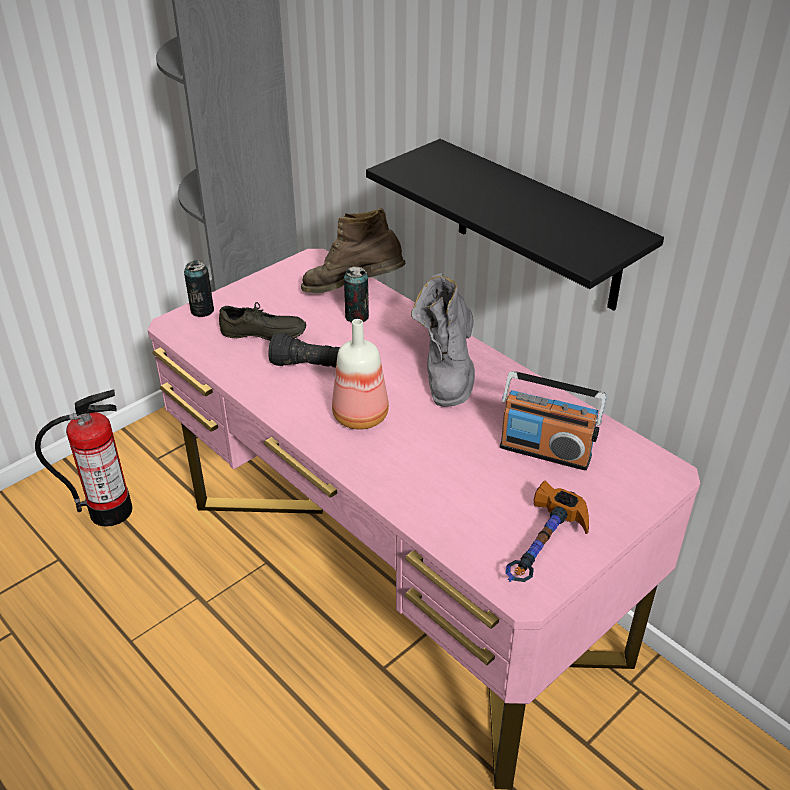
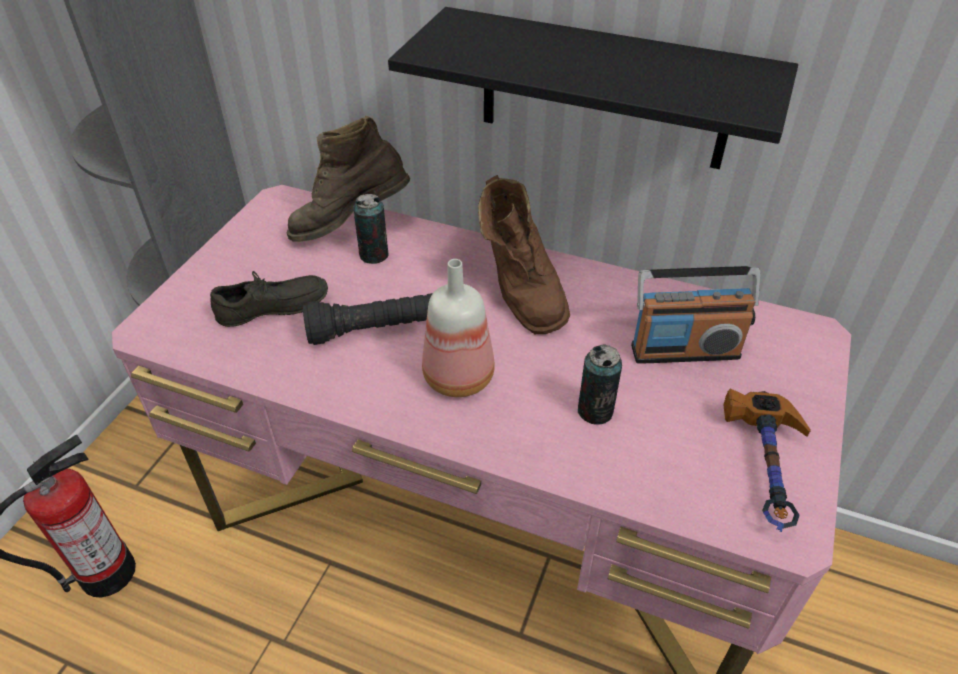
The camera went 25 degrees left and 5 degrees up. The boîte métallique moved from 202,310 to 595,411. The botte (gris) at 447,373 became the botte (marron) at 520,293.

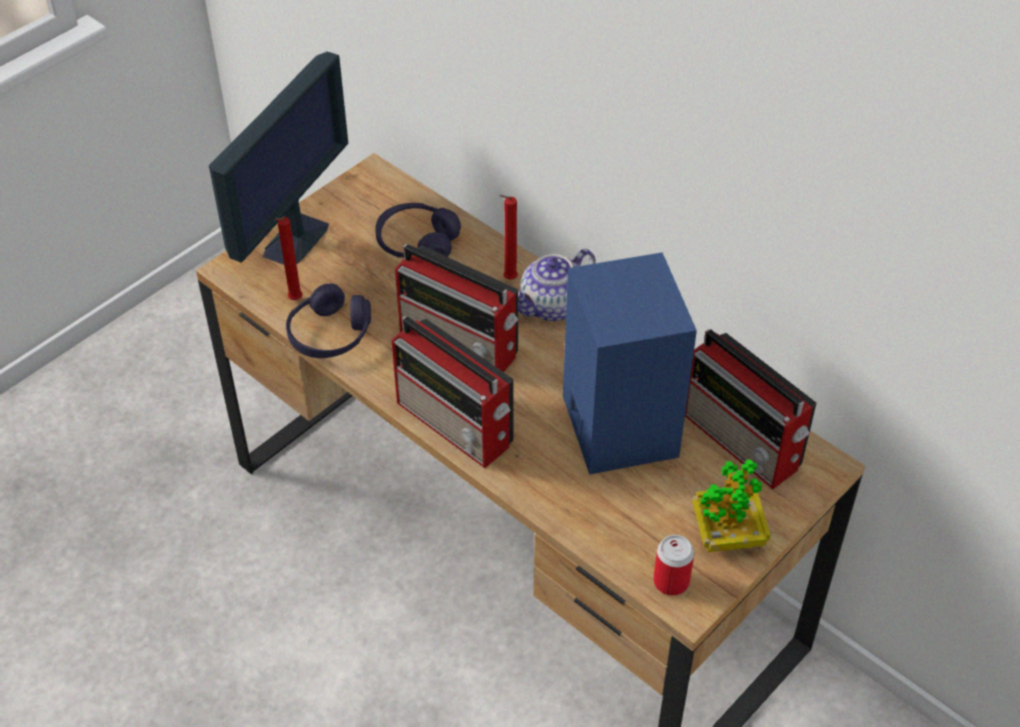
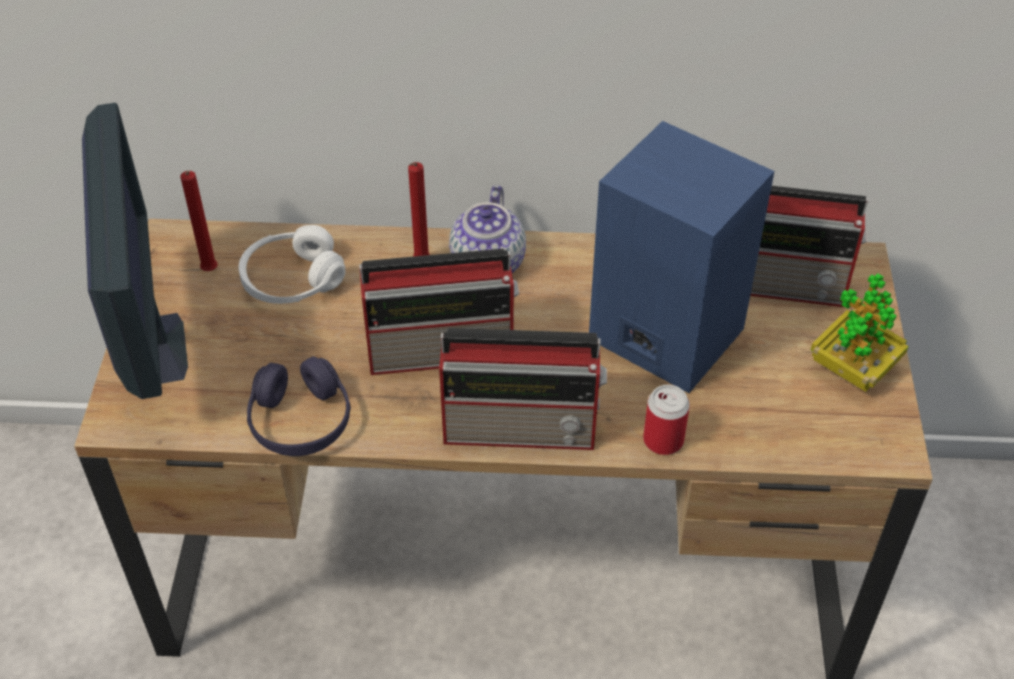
The camera went 40 degrees left and 0 degrees up. The bougie (rouge) moved from 294,301 to 209,272. The casque audio (violet) at 417,243 became the casque audio (blanc) at 292,280. The boîte métallique moved from 671,581 to 663,440.

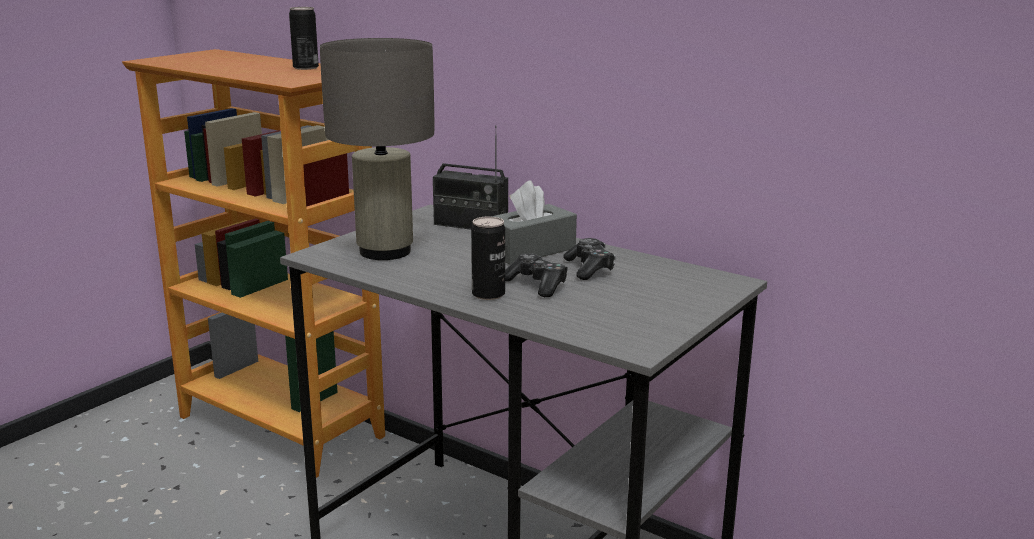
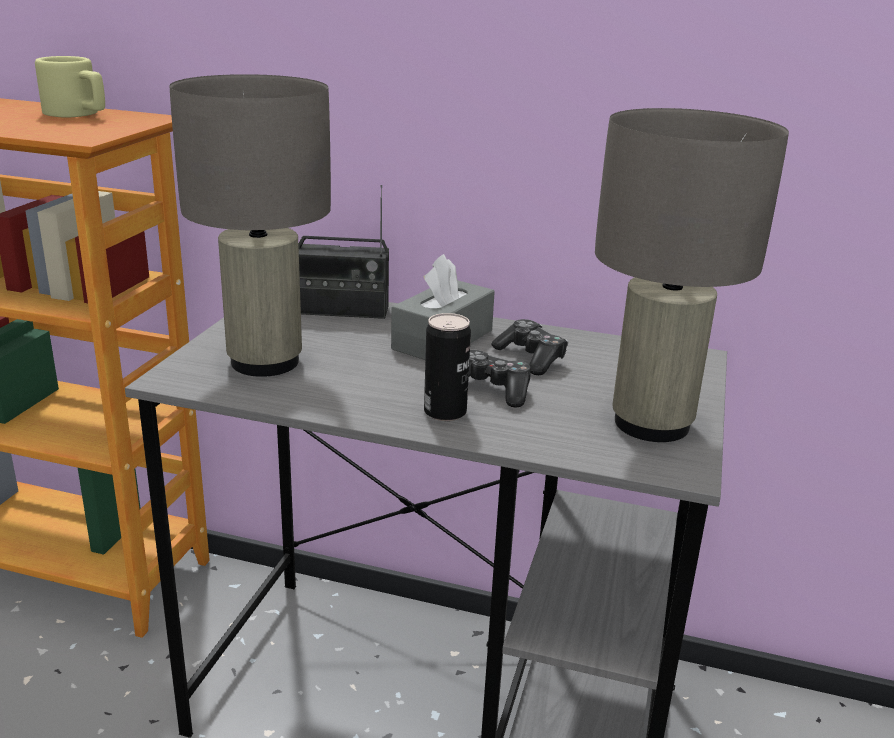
The camera went 20 degrees left and 5 degrees up. The boîte métallique at 305,68 was replaced by the mug (beige) at 78,114. The lampe de table (gris) at 653,424 appeared.

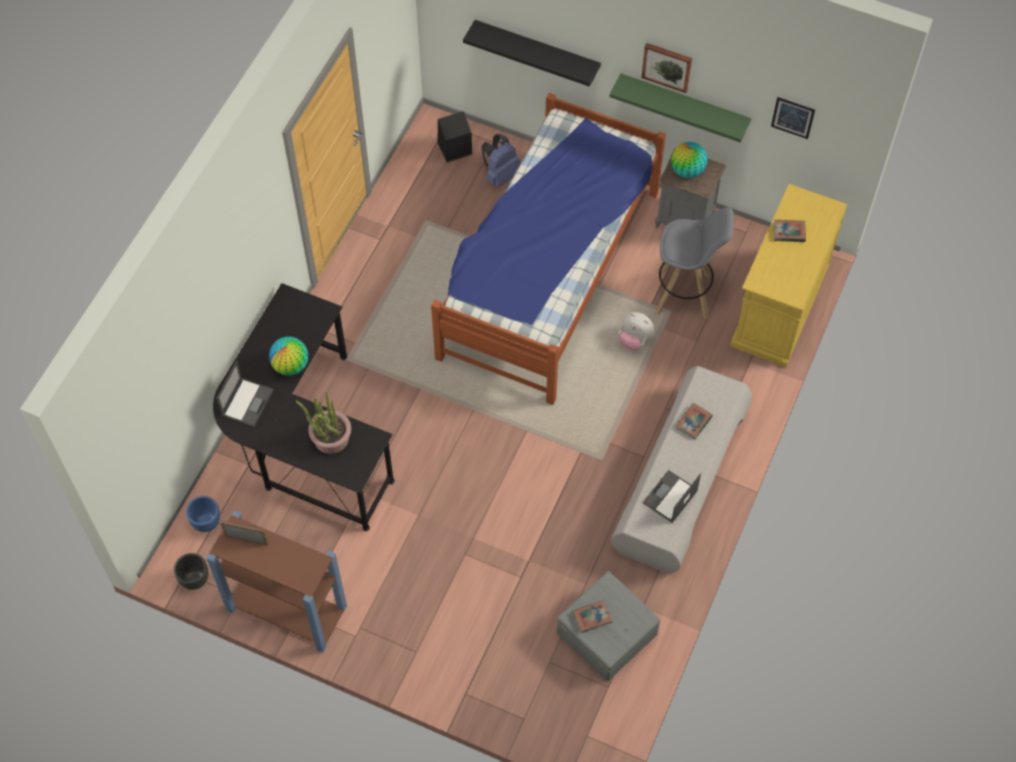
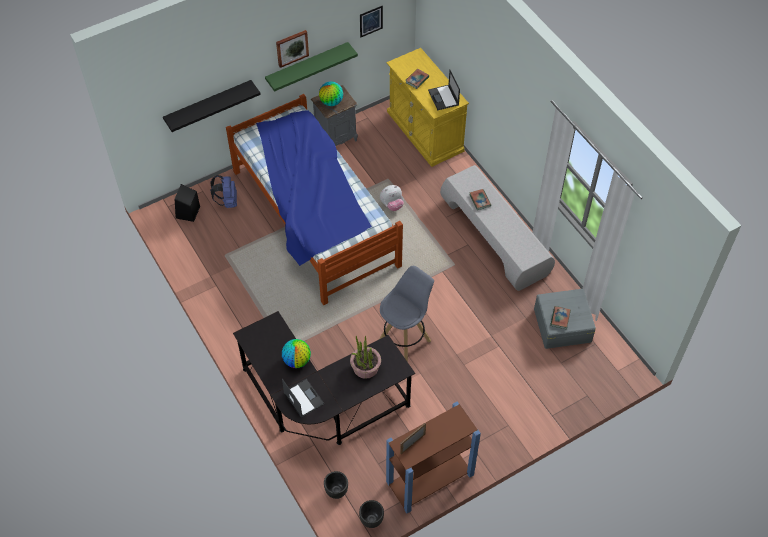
The camera went 55 degrees left and 5 degrees down. The cache-pot (bleu) at 206,522 became the cache-pot (noir) at 336,491. The ordinateur portable moved from 670,497 to 443,98. The tabouret (gris) moved from 685,295 to 405,341.

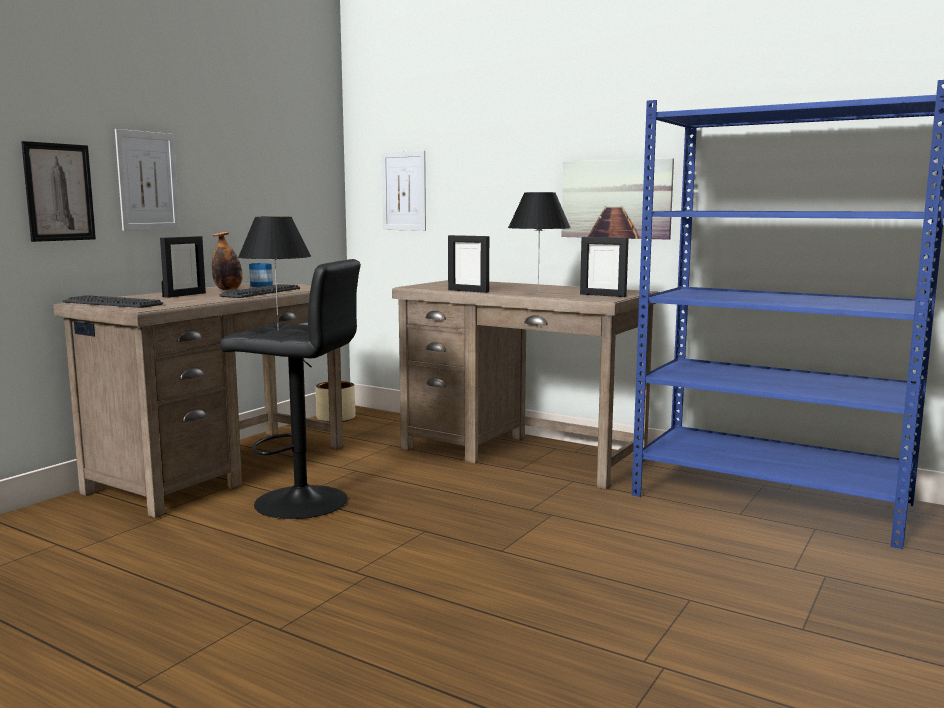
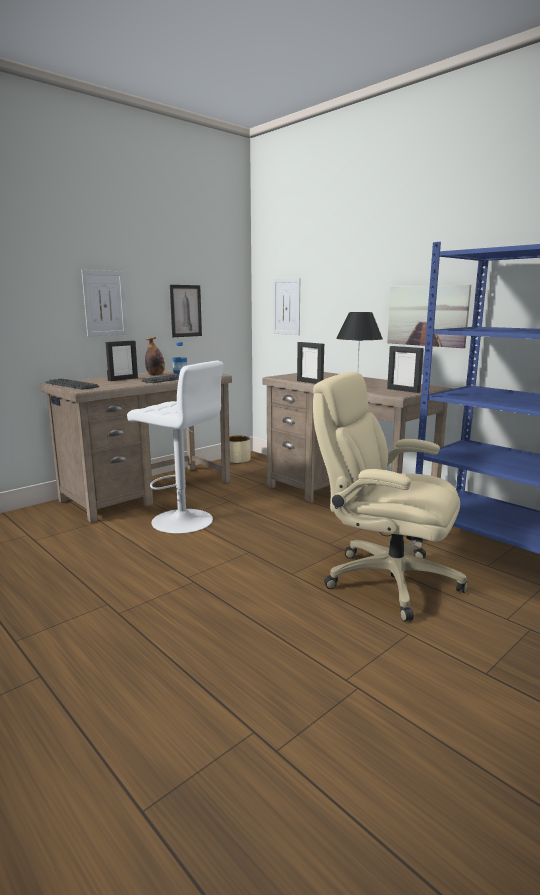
The camera went 15 degrees right and 5 degrees up. The tableau moved from 59,192 to 185,311. The tabouret (noir) at 302,502 became the tabouret (blanc) at 182,521. The lampe de table (noir) at 277,330 disappeared. The chaise de bureau (beige) at 383,578 appeared.

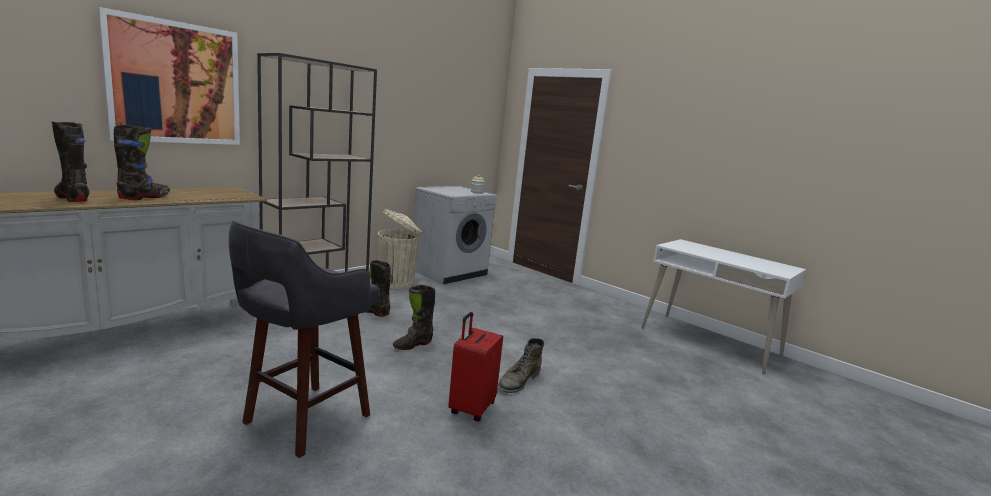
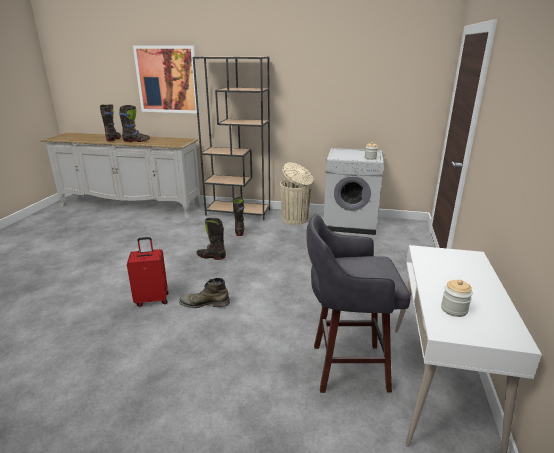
The camera went 60 degrees right and 10 degrees up. The tabouret (gris) moved from 303,421 to 345,367. The bocal at 454,309 appeared.

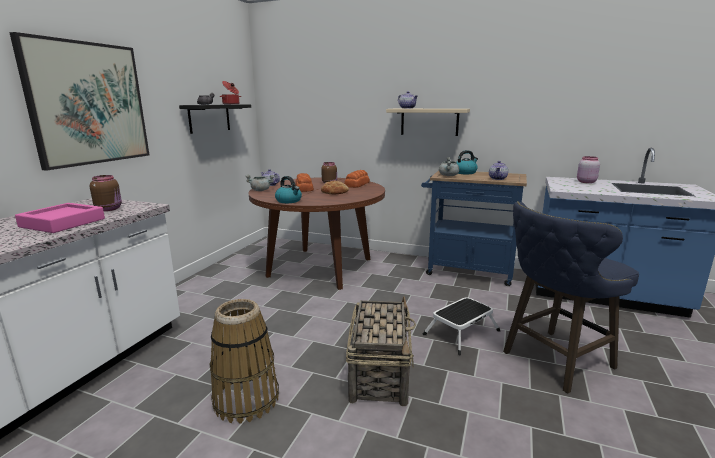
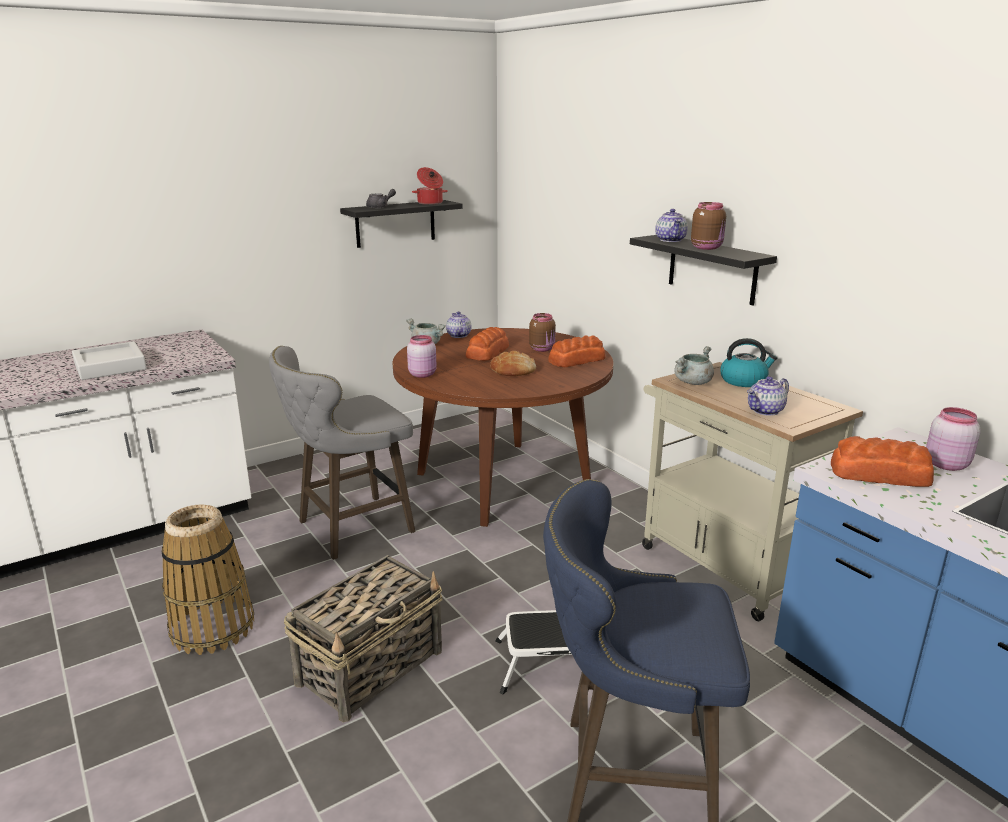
The camera went 35 degrees right and 5 degrees up. The tableau at 88,104 disappeared. The plateau (rose) at 63,223 became the plateau (gris) at 110,366. The bocal (marron) moved from 109,209 to 707,247. The bouilloire at 289,201 was replaced by the bocal (rose) at 423,374. The étagère (beige) at 429,122 became the étagère (noir) at 712,269. The chariot (bleu) at 467,271 became the chariot (beige) at 722,565. The tabouret (gris) at 350,528 appeared. The pain at 880,475 appeared.

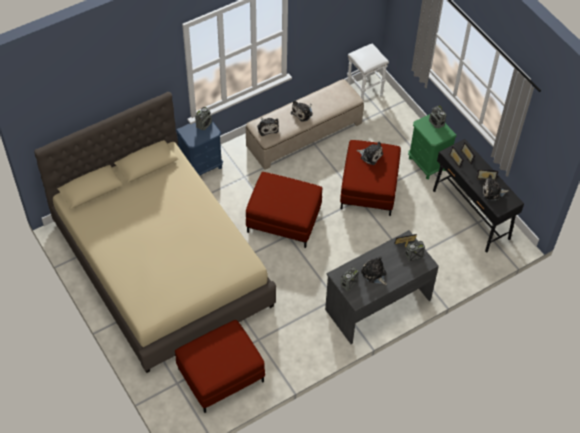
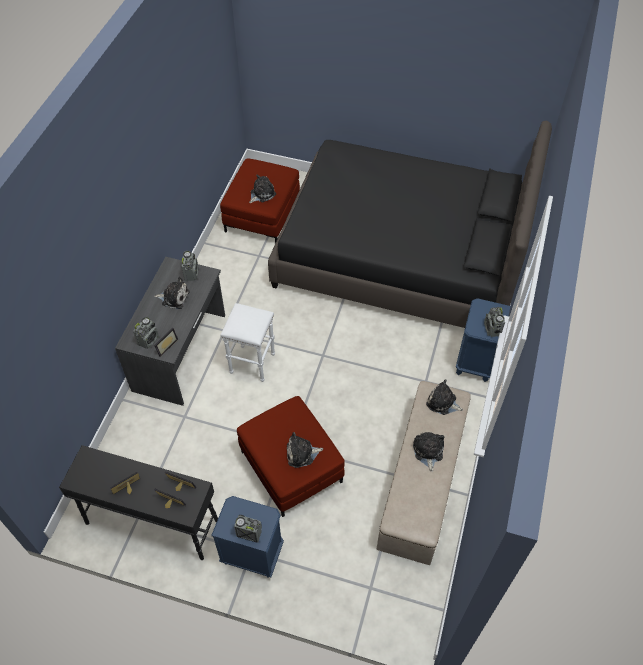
The camera went 140 degrees right and 0 degrees up. The lit (beige) at 162,263 became the lit (noir) at 400,256. The pouf (rouge) at 284,220 disappeared. The tabouret (blanc) moved from 364,91 to 253,364. The table de chevet (vert) at 427,163 became the table de chevet (bleu) at 252,554. The peluche moved from 493,192 to 261,194.

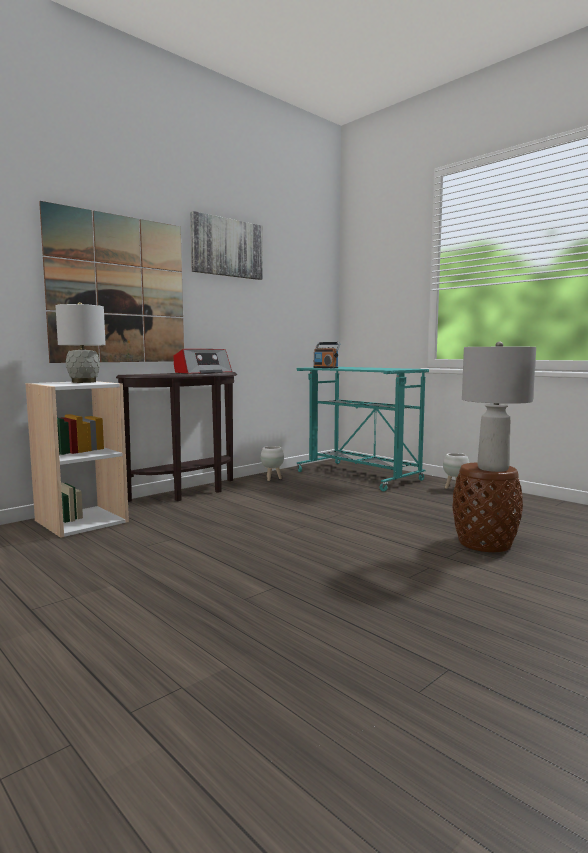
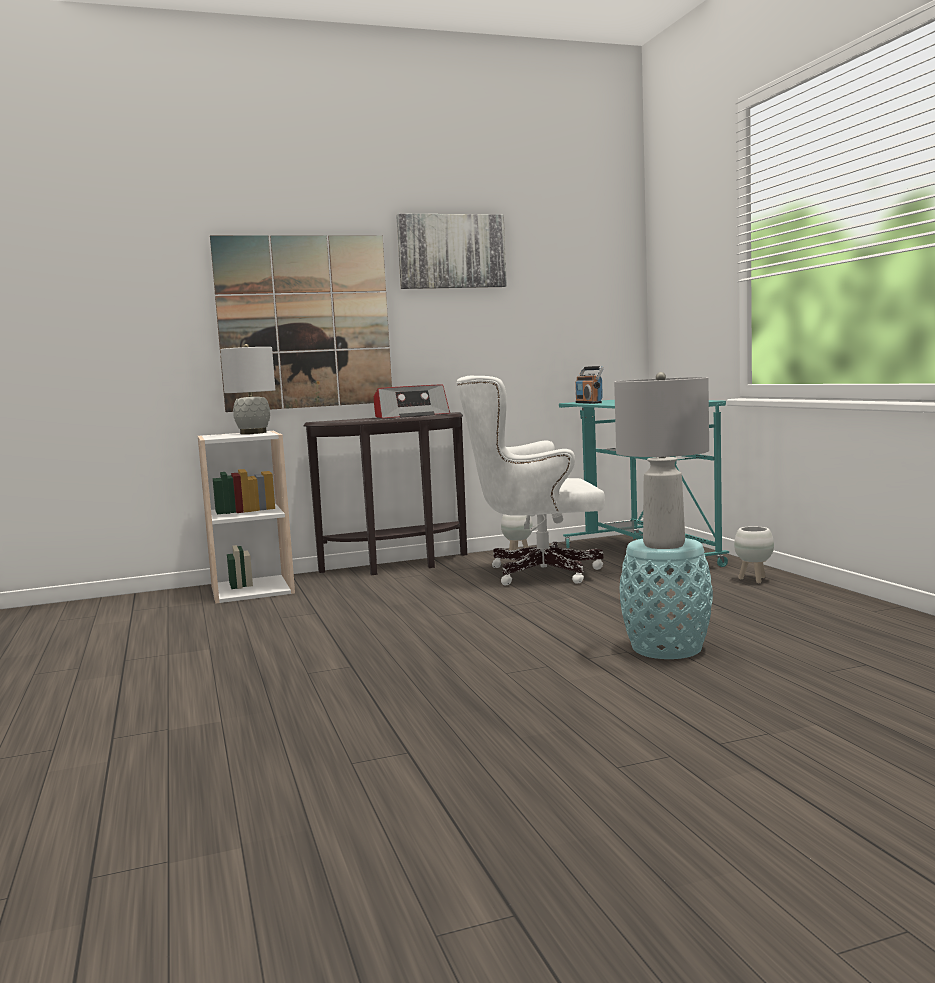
The camera went 25 degrees right and 0 degrees up. The tabouret (marron) at 484,543 became the tabouret (turquoise) at 666,648. The chaise de bureau (blanc) at 535,573 appeared.

